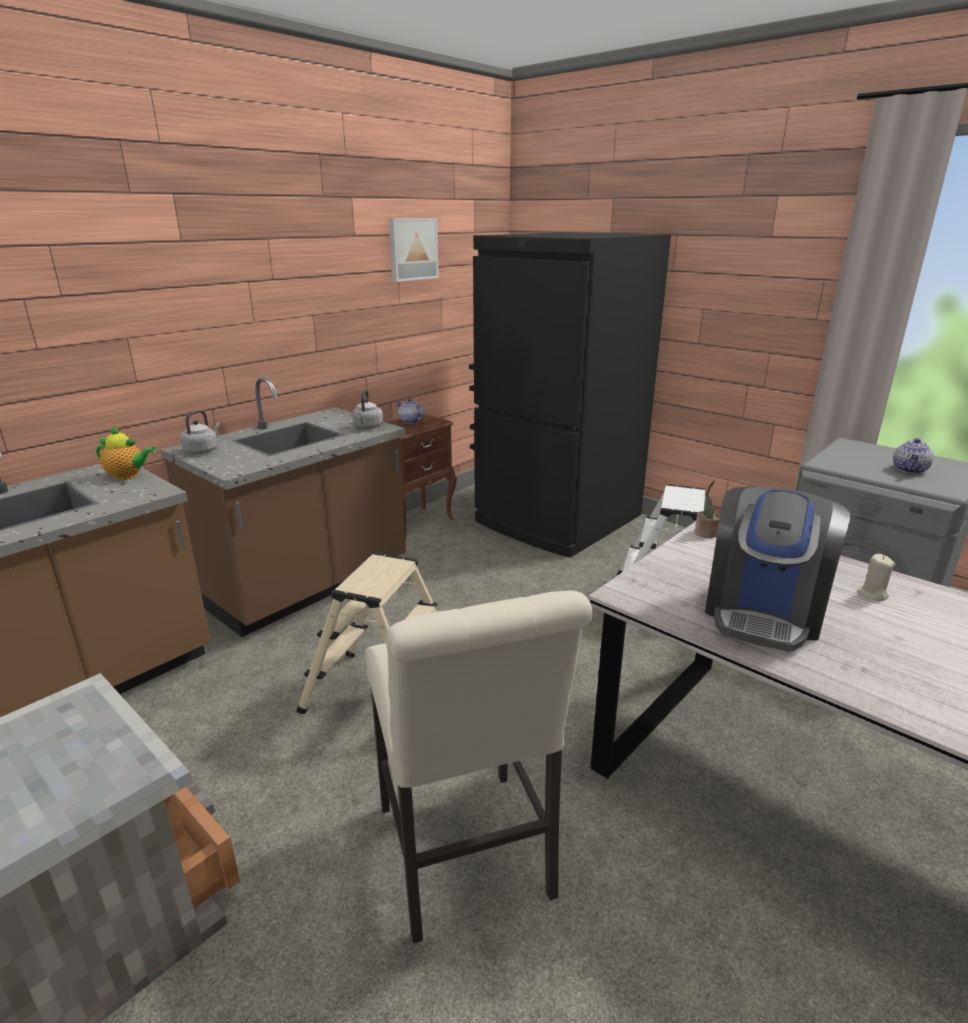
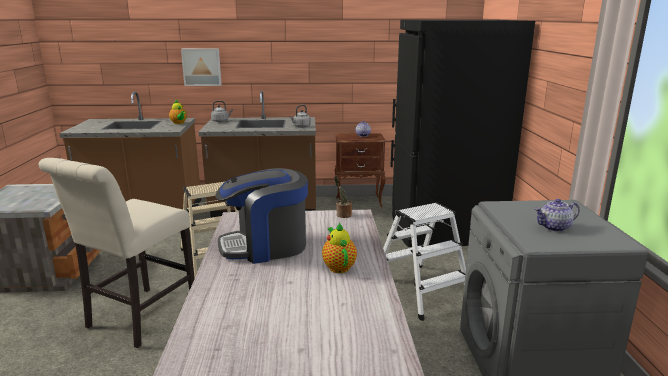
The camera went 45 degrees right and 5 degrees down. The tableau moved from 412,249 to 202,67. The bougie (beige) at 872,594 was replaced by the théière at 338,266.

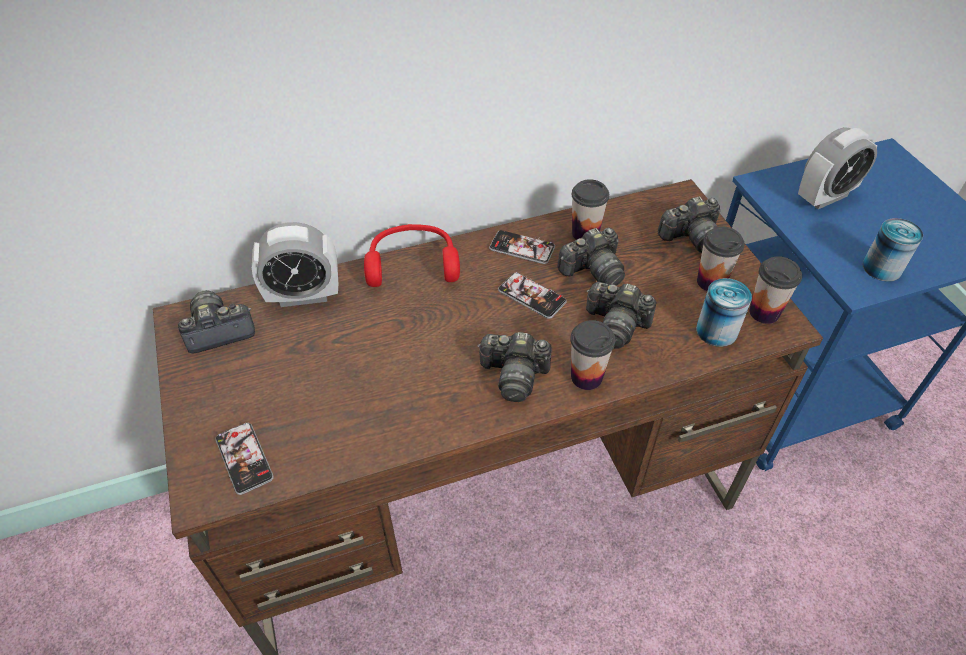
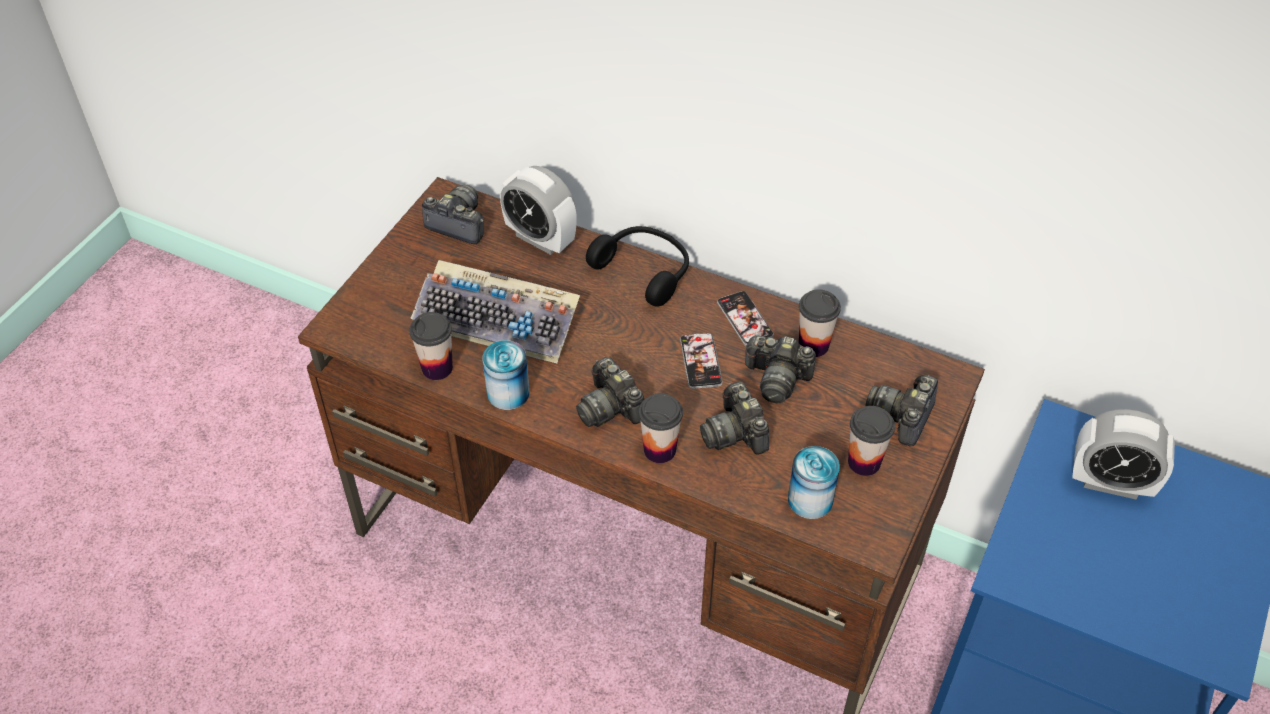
The camera went 45 degrees right and 0 degrees up. The téléphone at 244,458 disappeared. The casque audio (rouge) at 412,264 became the casque audio (noir) at 644,270. The appareil photo at 692,238 turned 90 degrees clockwise. The tasse moved from 764,312 to 437,368. The boîte métallique moved from 882,268 to 508,393. The clavier at 500,320 appeared.

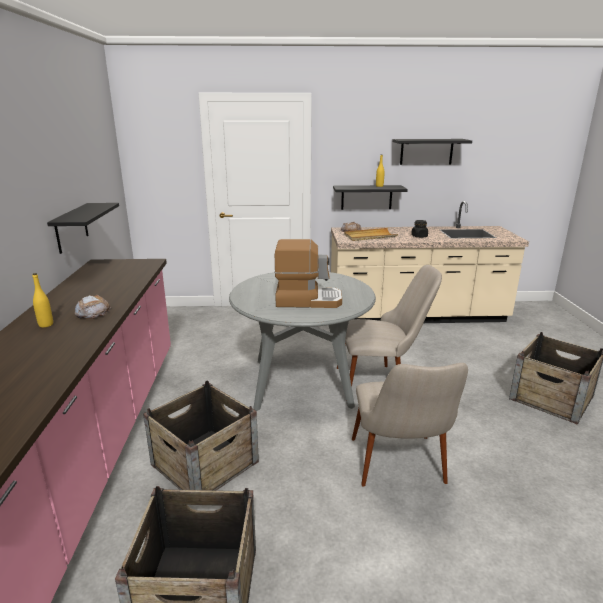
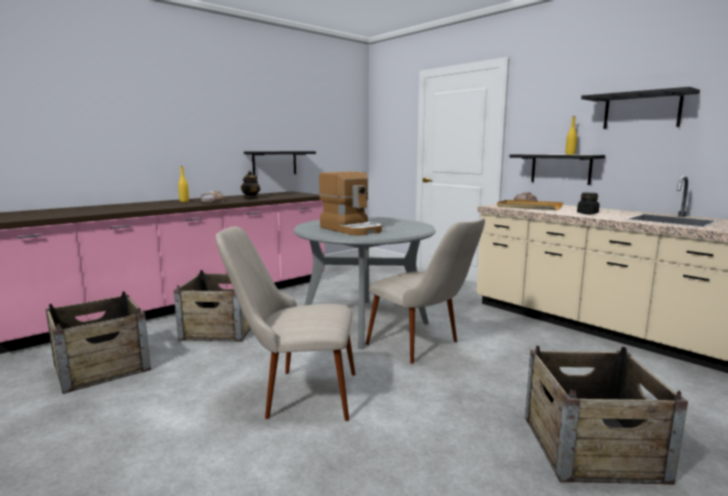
The camera went 50 degrees right and 10 degrees down. The chaise (beige) at 400,472 turned 45 degrees clockwise. The théière at 251,198 appeared.

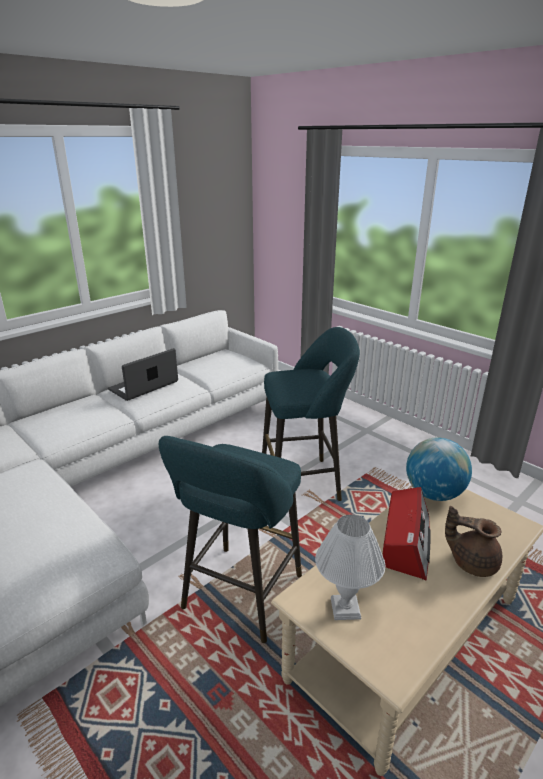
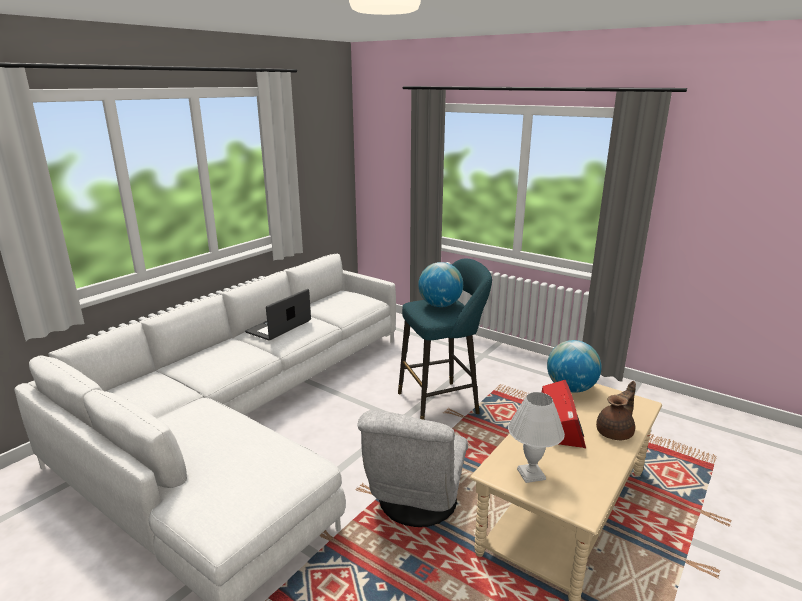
The camera went 10 degrees left and 5 degrees down. The tabouret (turquoise) at 239,596 was replaced by the fauteuil (gris) at 416,498. The théière (marron) at 471,562 turned 120 degrees clockwise. The globe at 440,305 appeared.

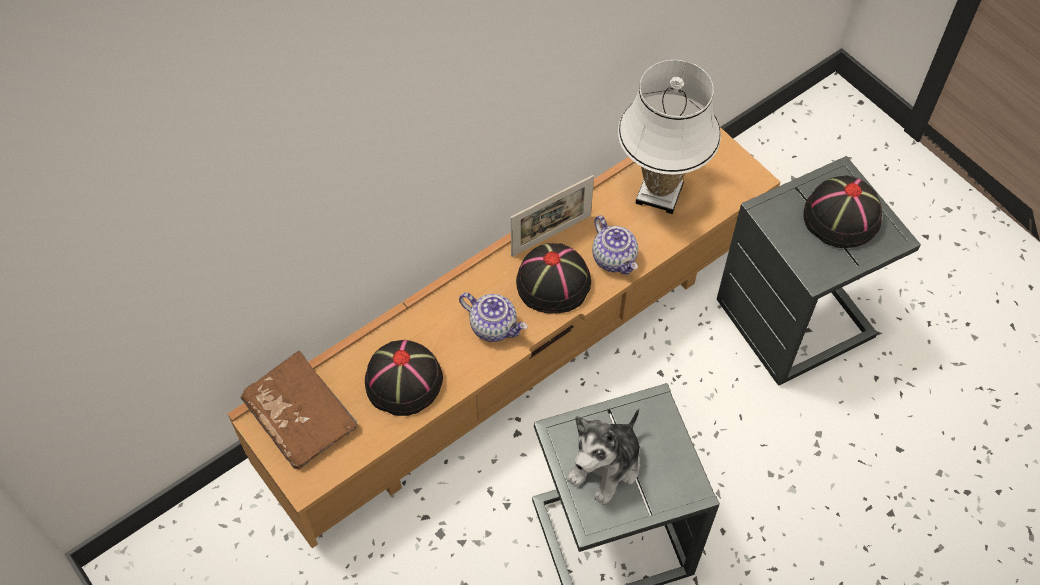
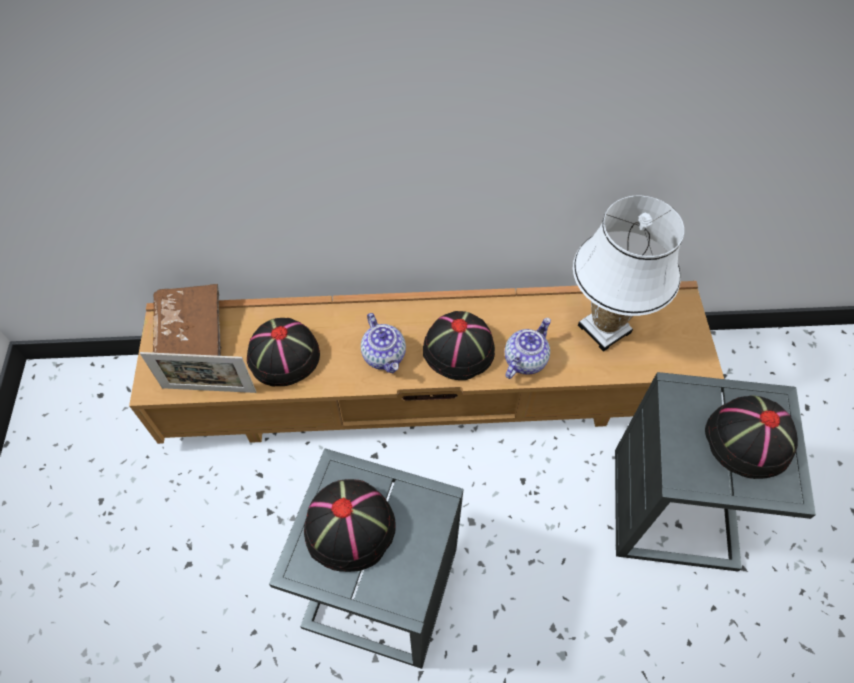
The camera went 35 degrees right and 0 degrees up. The cadre photo moved from 551,235 to 209,389. The peluche at 606,466 was replaced by the chapeau (noir) at 350,527. The théière at 615,258 turned 150 degrees counterclockwise.

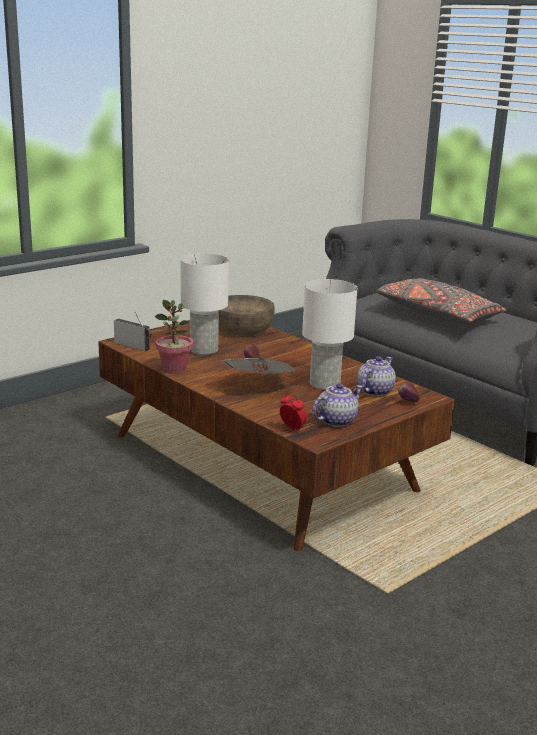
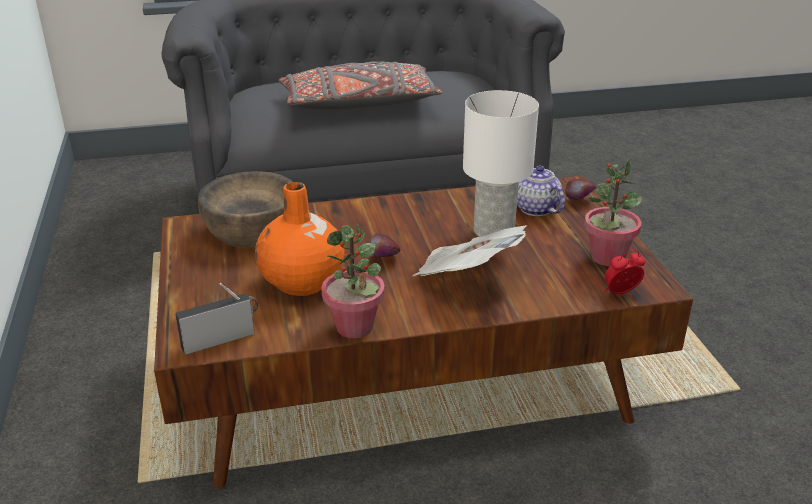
The camera went 60 degrees left and 10 degrees up. The lampe de table (blanc) at 203,350 was replaced by the vase (orange) at 302,282. The théière at 336,420 was replaced by the plante en pot at 607,257.

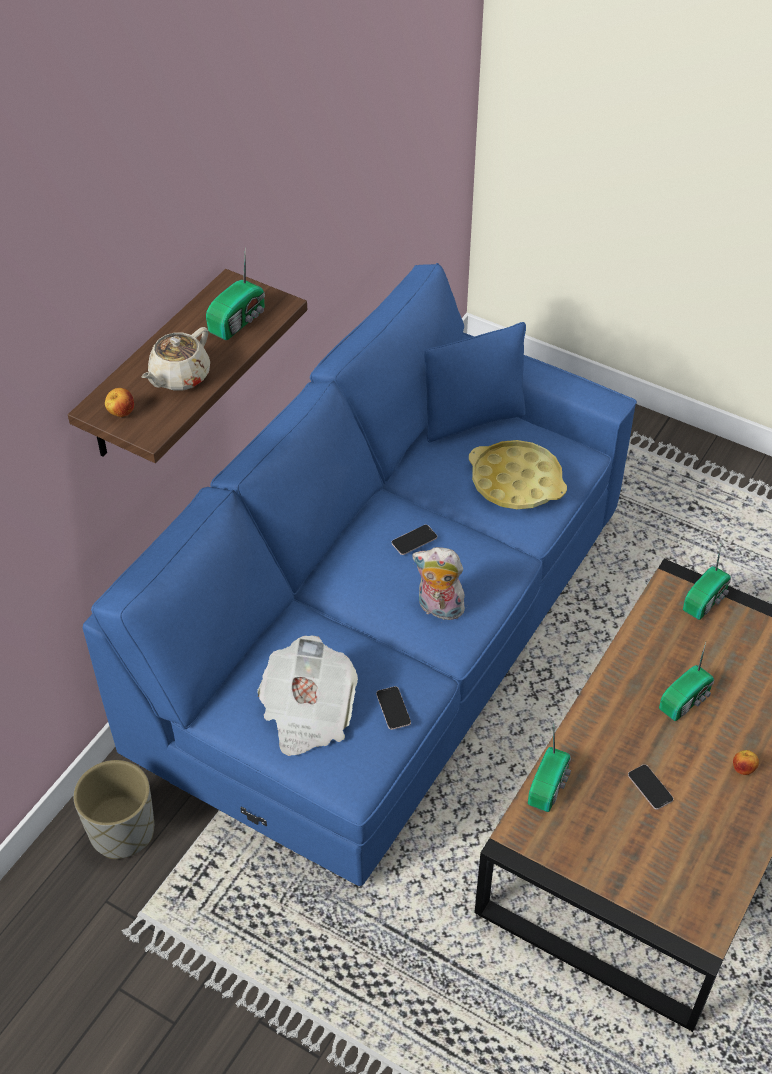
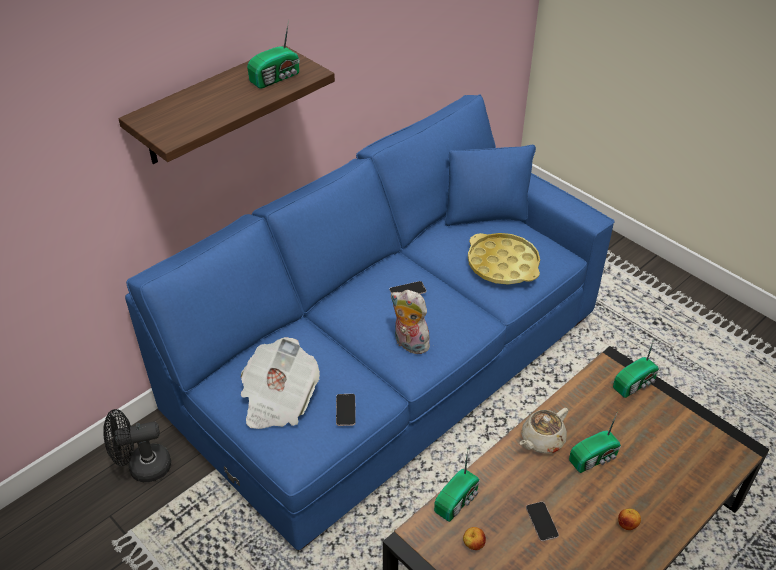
The camera went 15 degrees right and 5 degrees down. The cache-pot (gris) at 123,831 was replaced by the ventilateur (noir) at 142,467. The pomme moved from 121,413 to 473,544. The théière (beige) moved from 179,377 to 541,440.

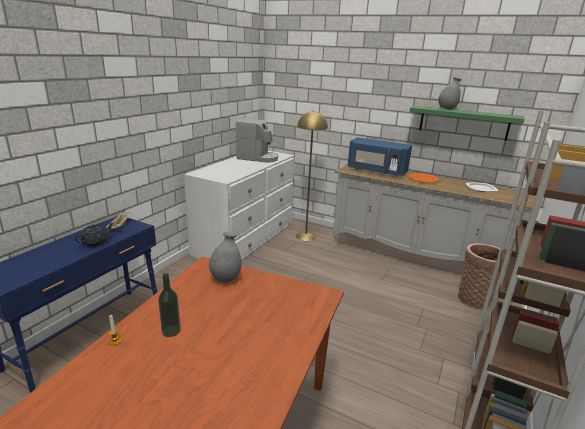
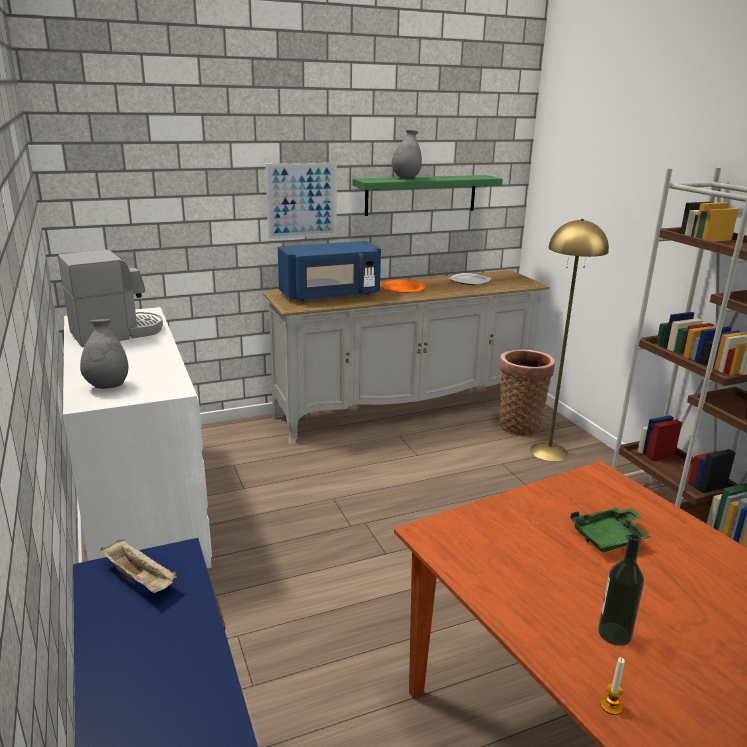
The camera went 50 degrees left and 0 degrees up. The théière (noir) at 96,242 disappeared. The vase (gris) moved from 226,279 to 107,386. The lampadaire (jaune) moved from 306,236 to 549,451. The tableau at 302,200 appeared. The plateau (vert) at 609,538 appeared.

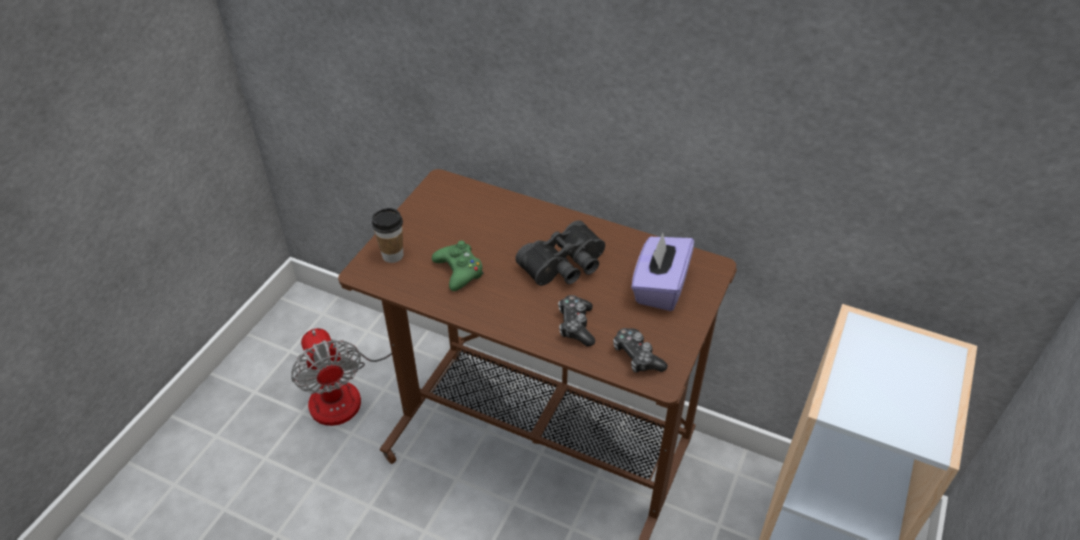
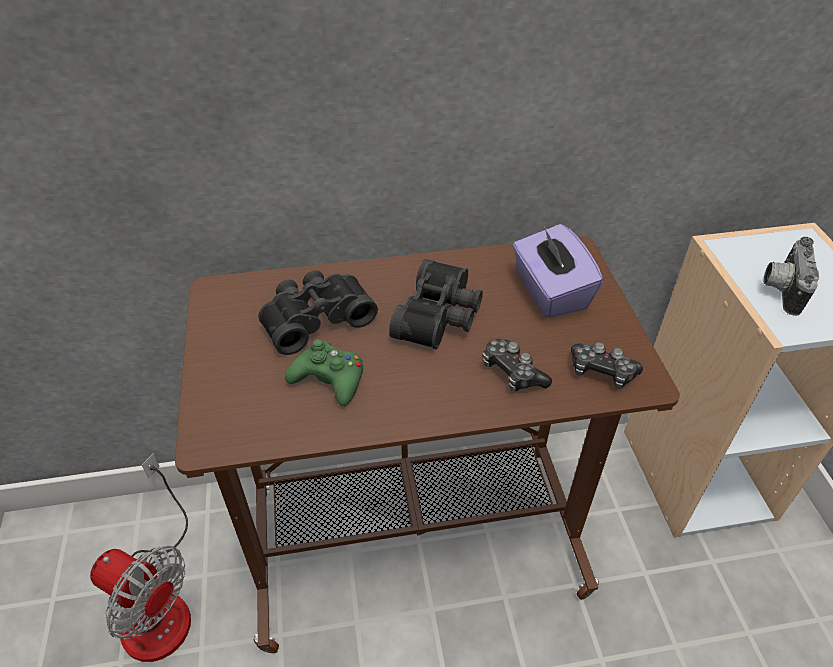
The camera went 35 degrees left and 0 degrees up. The tasse at 392,255 disappeared. The jumelles (noir) at 315,318 appeared. The appareil photo at 780,289 appeared.

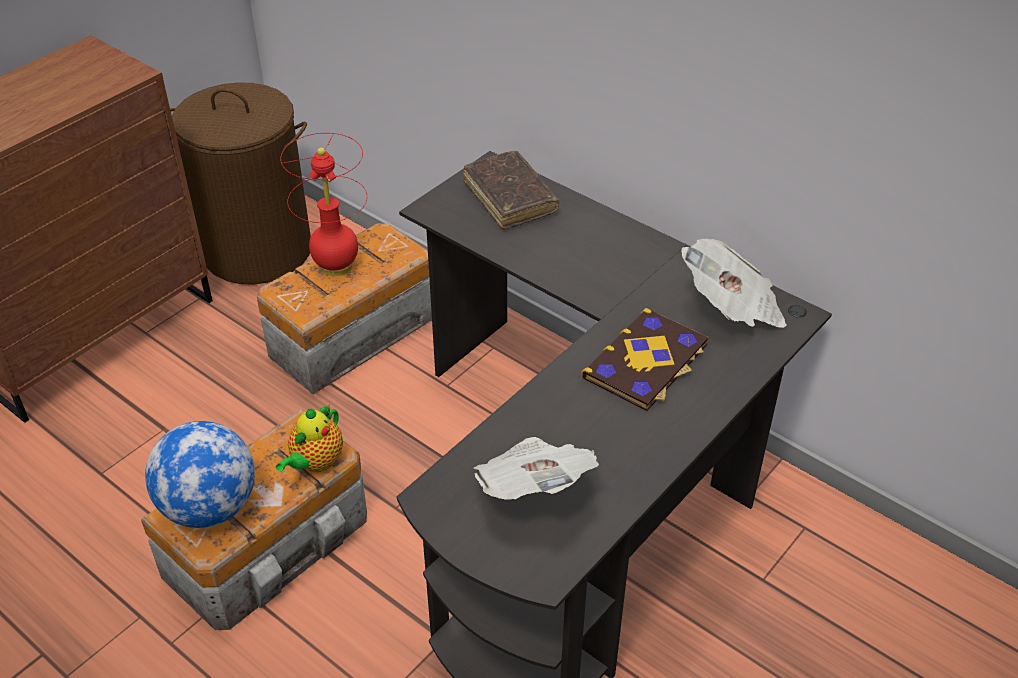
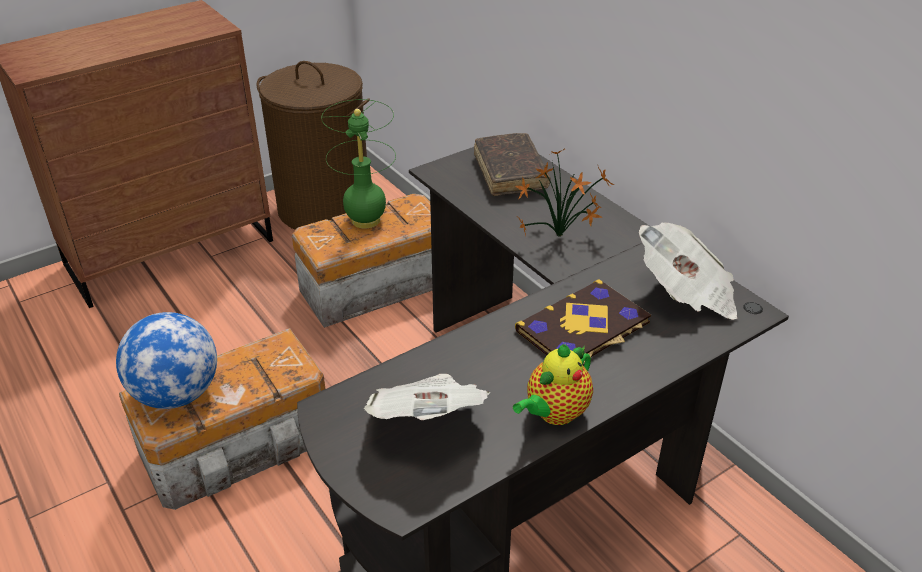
The camera went 15 degrees right and 5 degrees down. The théière moved from 315,463 to 554,413. The lampe de table (rouge) at 336,266 became the lampe de table (vert) at 365,220. The plante en pot at 562,237 appeared.

